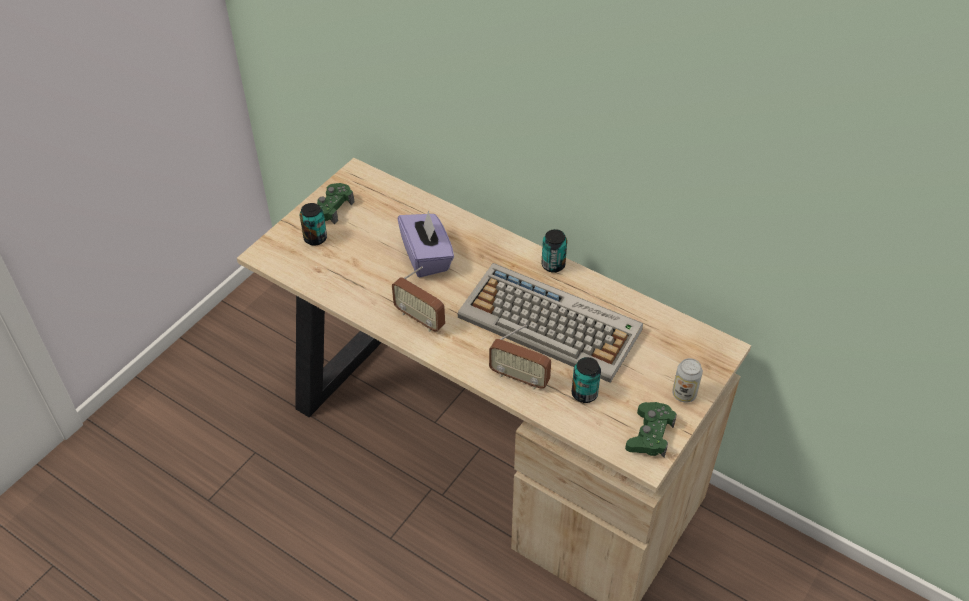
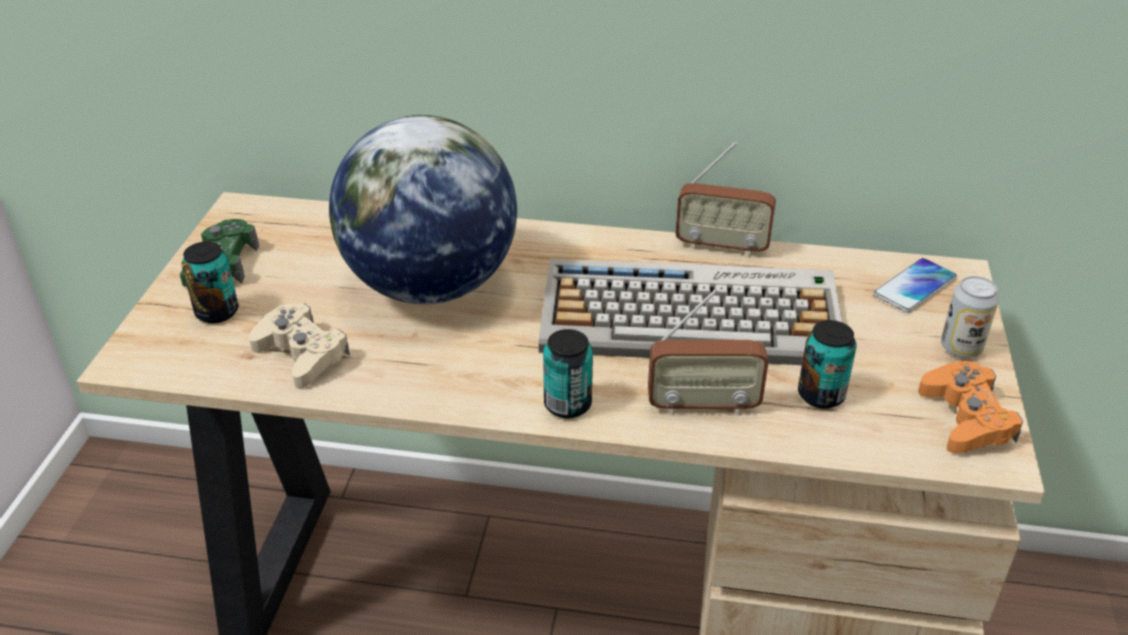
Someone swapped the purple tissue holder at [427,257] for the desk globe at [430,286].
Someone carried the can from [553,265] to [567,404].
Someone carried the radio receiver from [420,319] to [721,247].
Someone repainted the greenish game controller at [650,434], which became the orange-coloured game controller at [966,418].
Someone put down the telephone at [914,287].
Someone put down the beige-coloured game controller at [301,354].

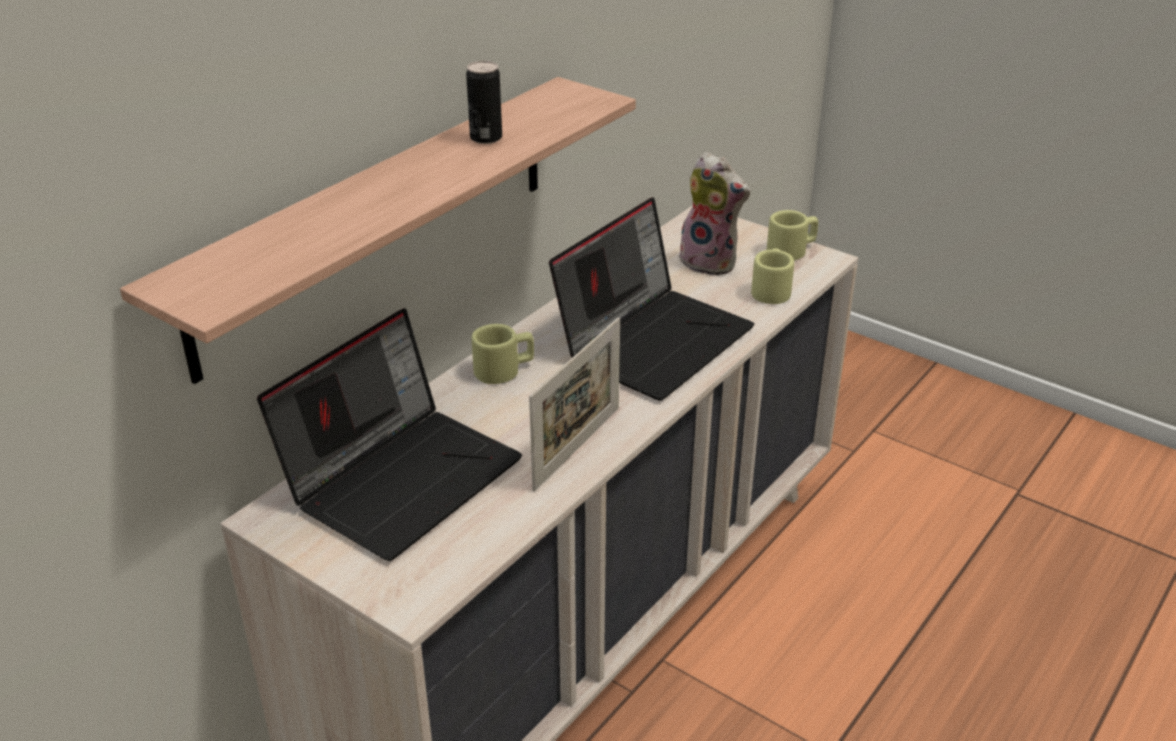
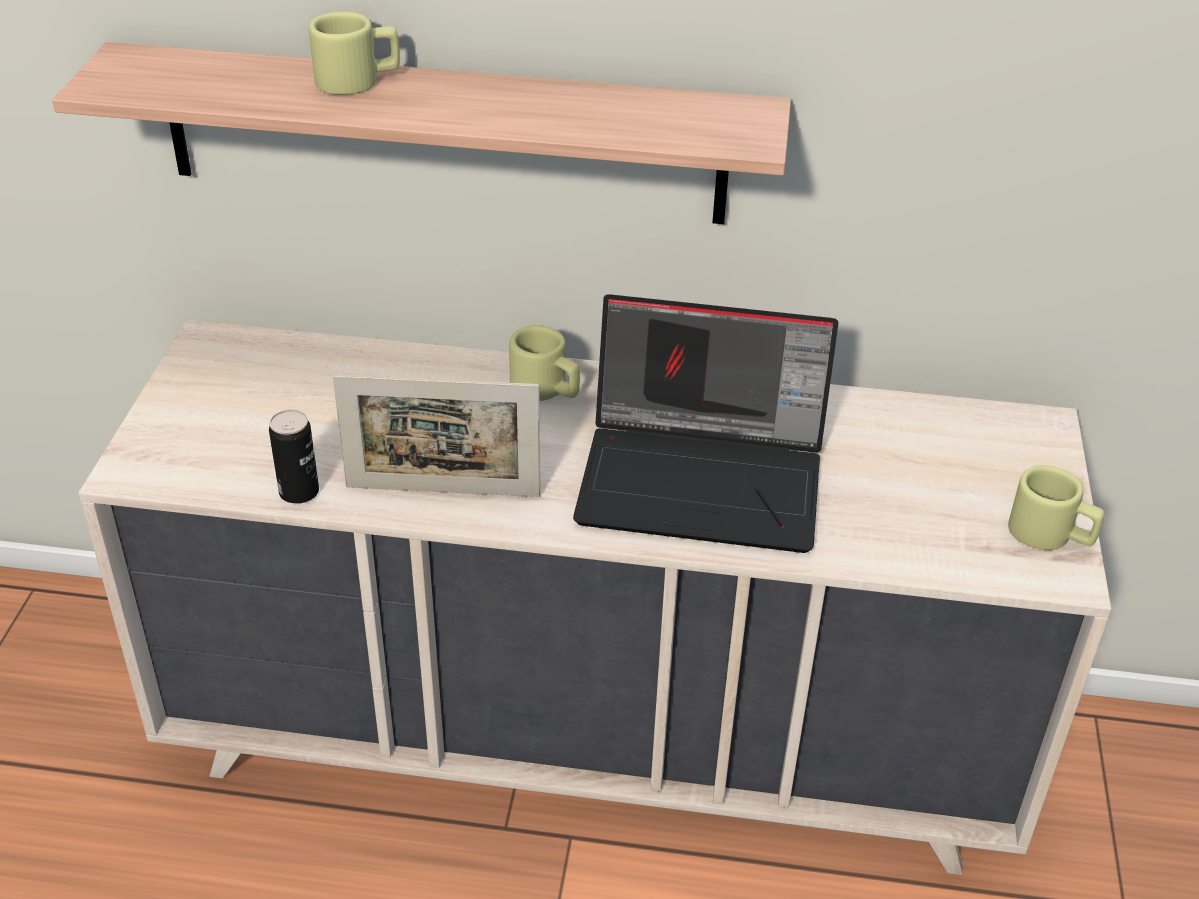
Someone carried the can from [486,138] to [299,492].
Someone took away the cuddly toy at [711,262].
Someone carried the beige-coloured mug from [771,290] to [358,80].
Someone took away the notebook computer at [402,476].

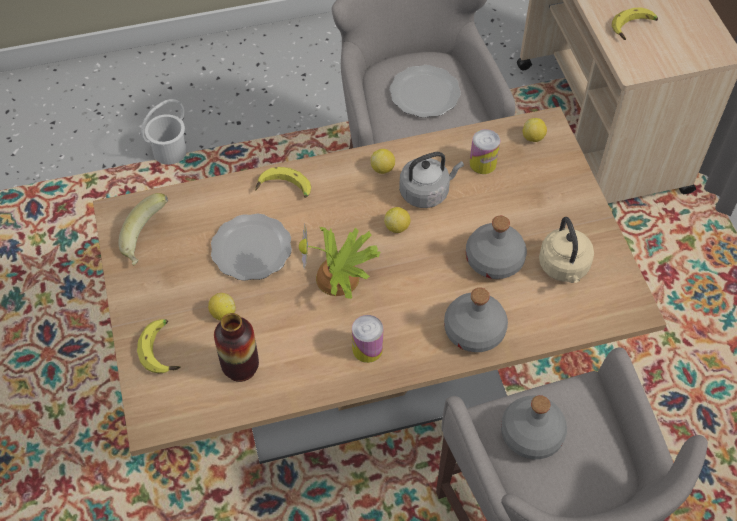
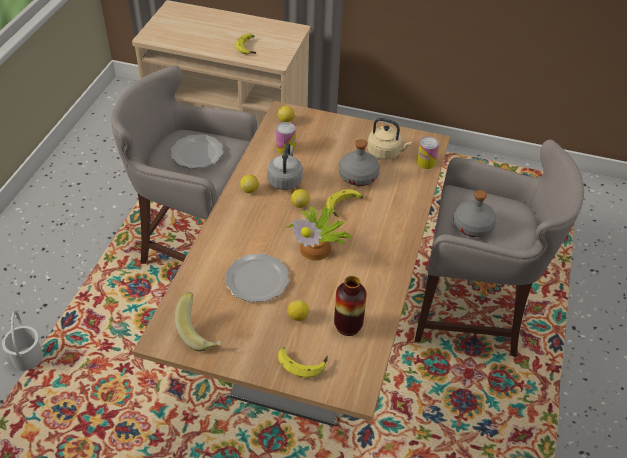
Someone carried the banana from [283,190] to [345,206].
Someone took away the grey beverage bottle at [474,331].
Someone carried the can from [367,349] to [425,162].

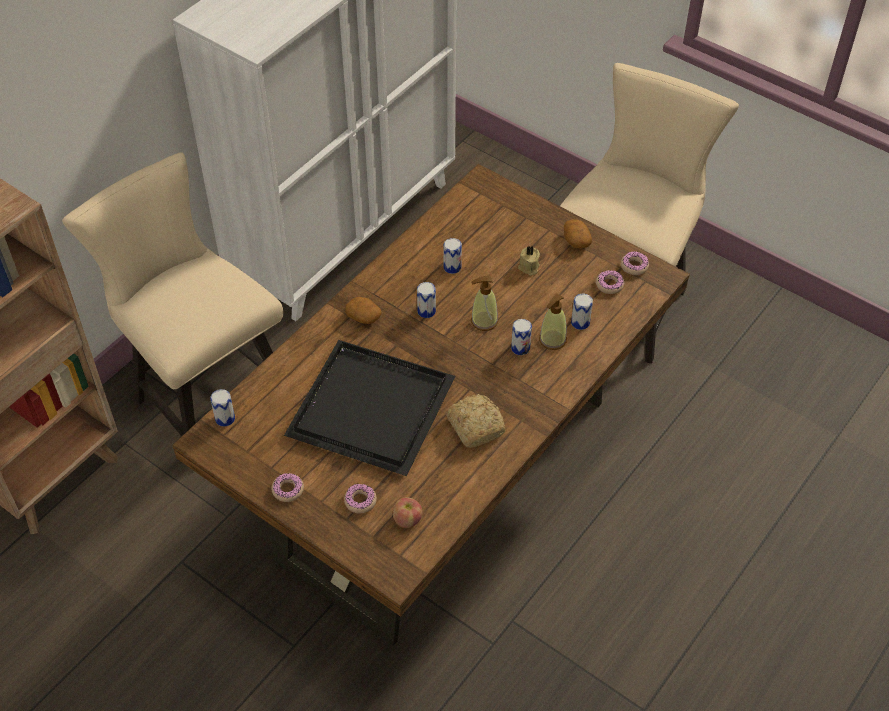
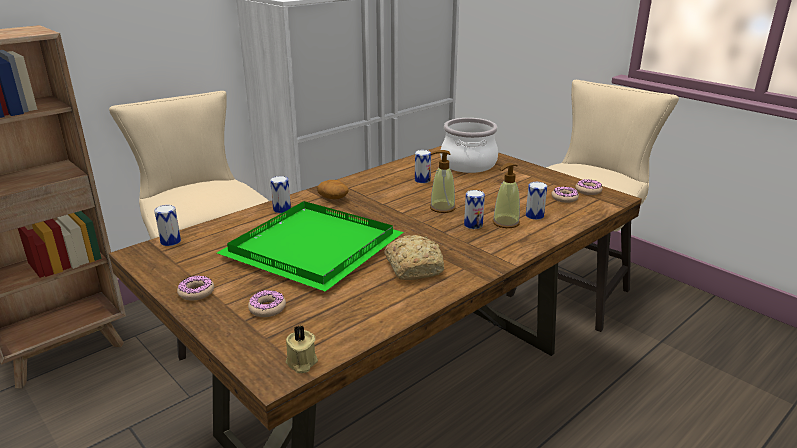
Someone took away the whole potato at [576,240].
Someone carried the beige-coloured wax light from [528,267] to [301,363].
Someone carried the can from [426,311] to [282,209].
Someone repainted the black carrying tray at [370,406], which became the greenish carrying tray at [312,246].
Someone took away the whole apple at [407,520].
Someone put down the cooking pot at [467,164].

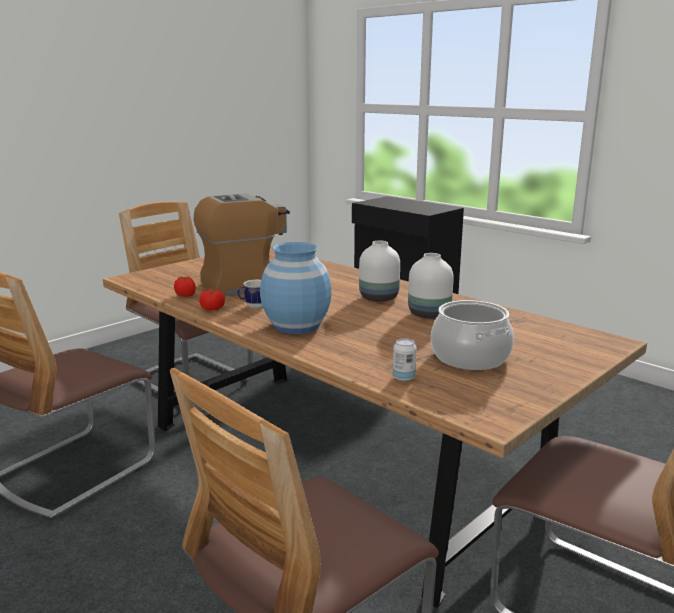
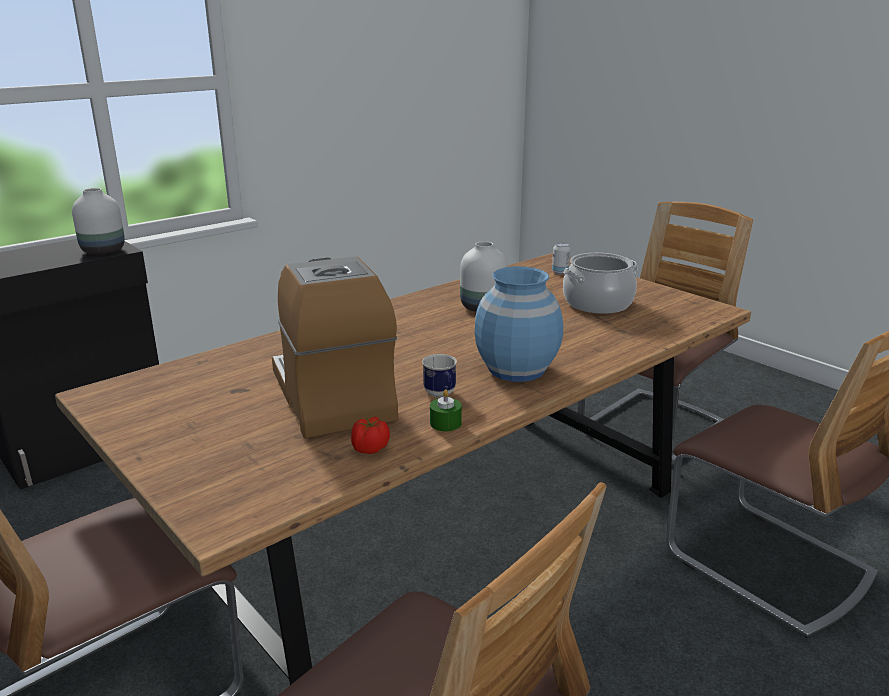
Someone carried the white-coloured vase from [377,298] to [102,251].
Someone swapped the whole tomato at [212,309] for the greenish wax light at [445,423].
Someone carried the can from [403,378] to [560,272].

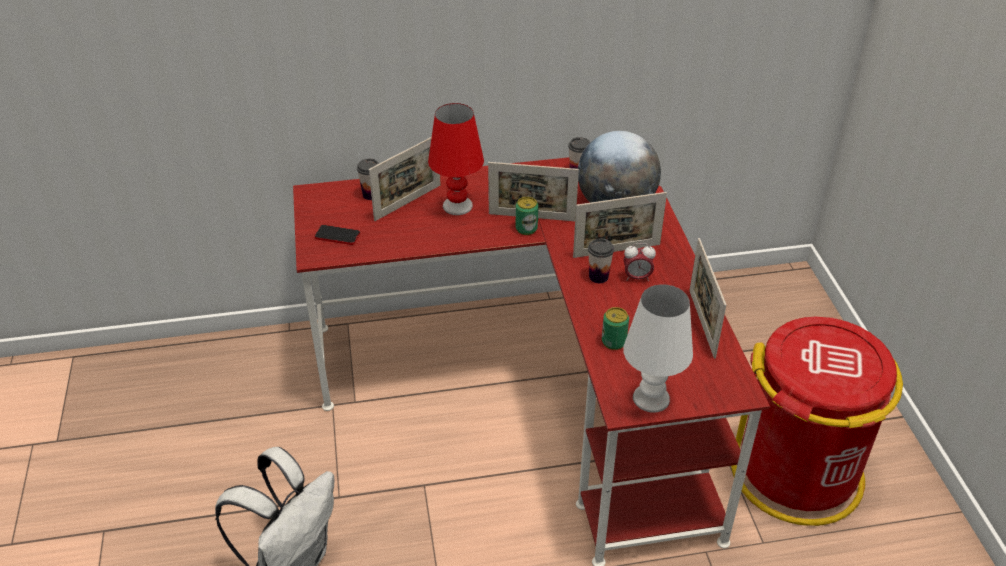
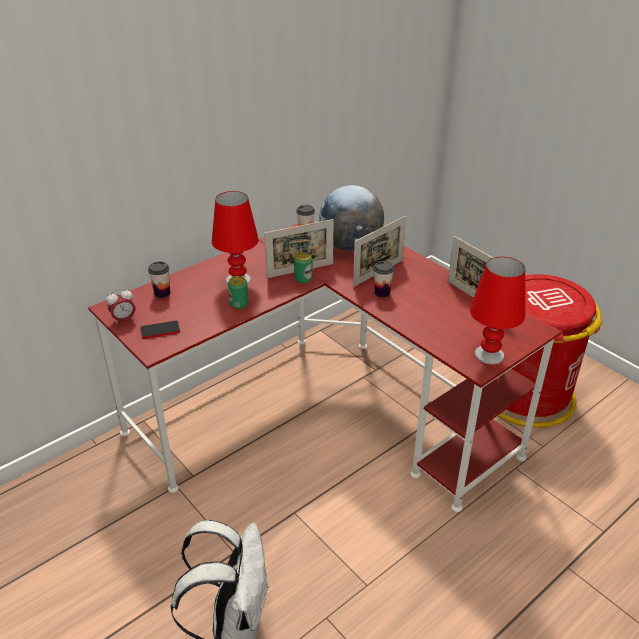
Someone took away the standing frame at [408,202].
Someone carried the table clock from [637,277] to [124,320].
Someone repainted the white-coloured lamp for a table at [651,398], which became the reddish lamp for a table at [489,354].
Someone carried the can from [613,342] to [239,304].

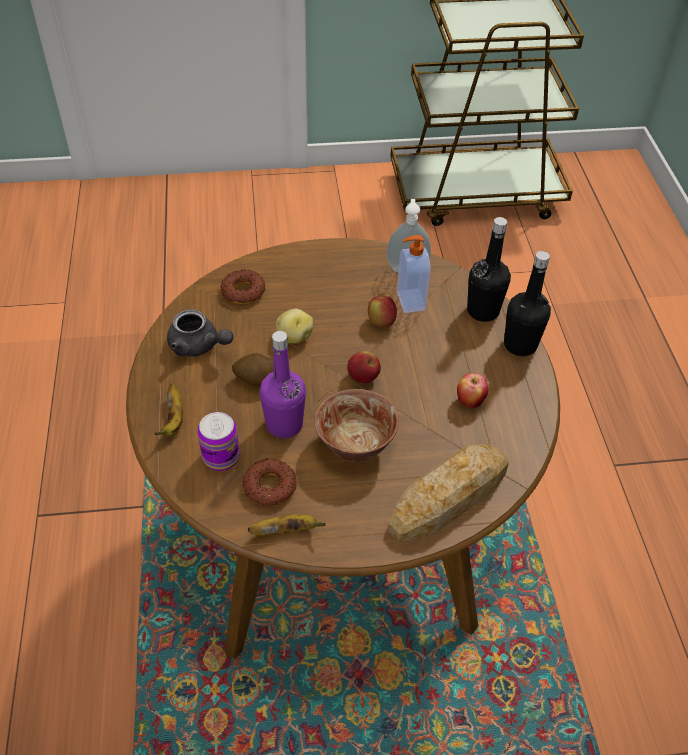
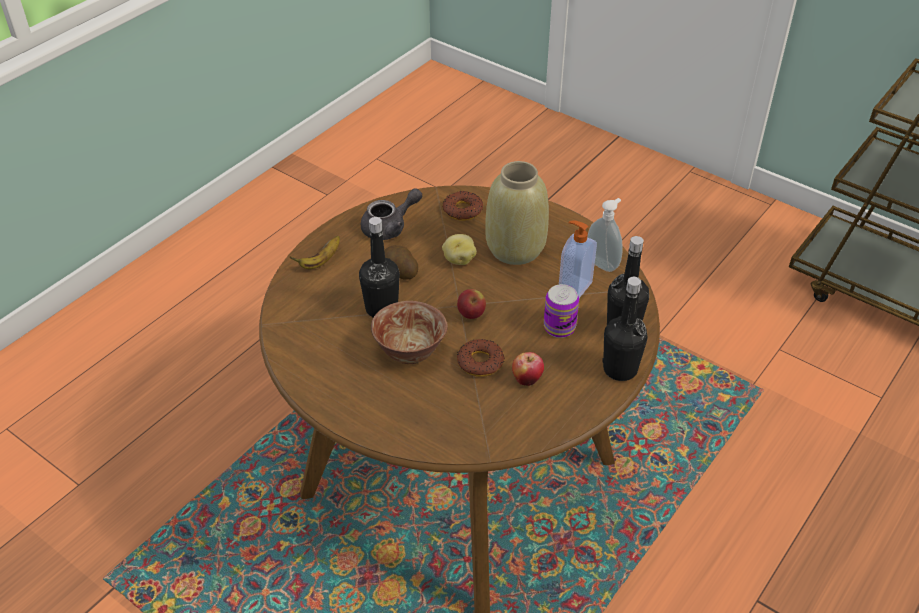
Someone took away the whole apple at [381,322].
Someone rotated the grey teapot at [198,346] by 105 degrees counterclockwise.
Someone repainted the purple beverage bottle at [284,424], which became the black beverage bottle at [381,308].
Someone carried the can from [221,457] to [559,327].
Someone took away the bread at [448,497].
Someone carried the doughnut from [270,486] to [480,362].
Someone took away the banana at [286,531].
Someone put down the beige-coloured vase at [514,248].

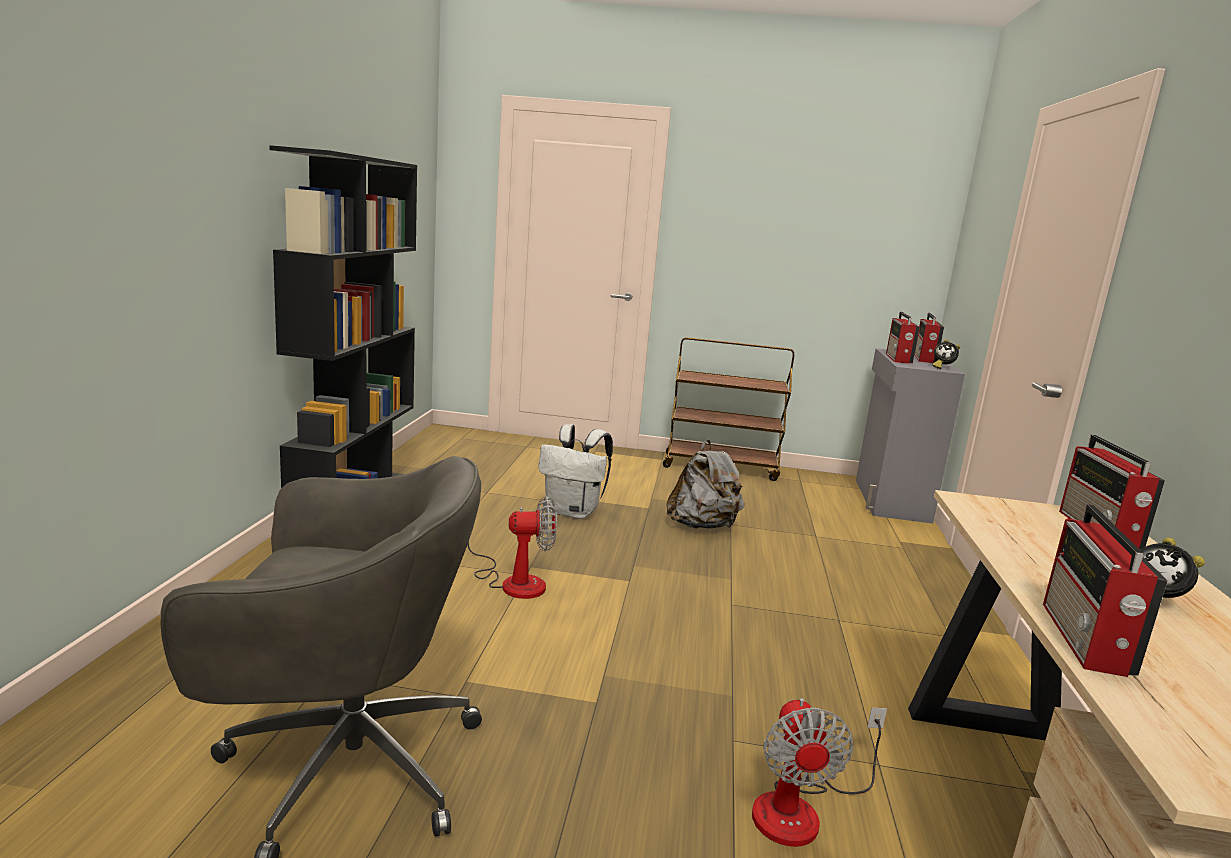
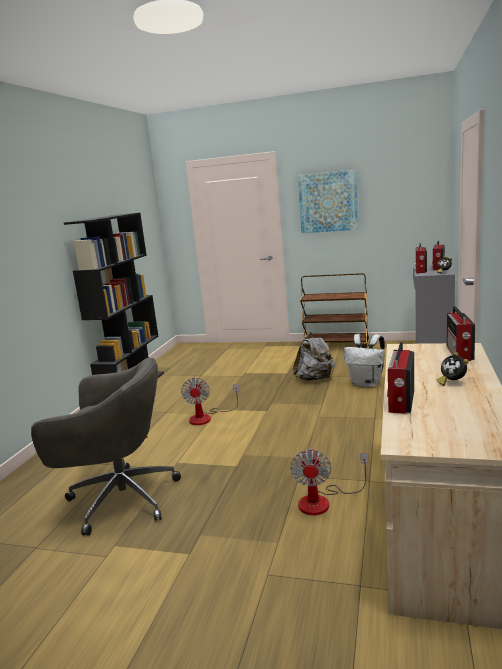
Someone carried the white-coloured knapsack from [573,512] to [367,383].
Someone rotated the fan at [512,581] by 90 degrees clockwise.
Someone put up the wall art at [328,202].

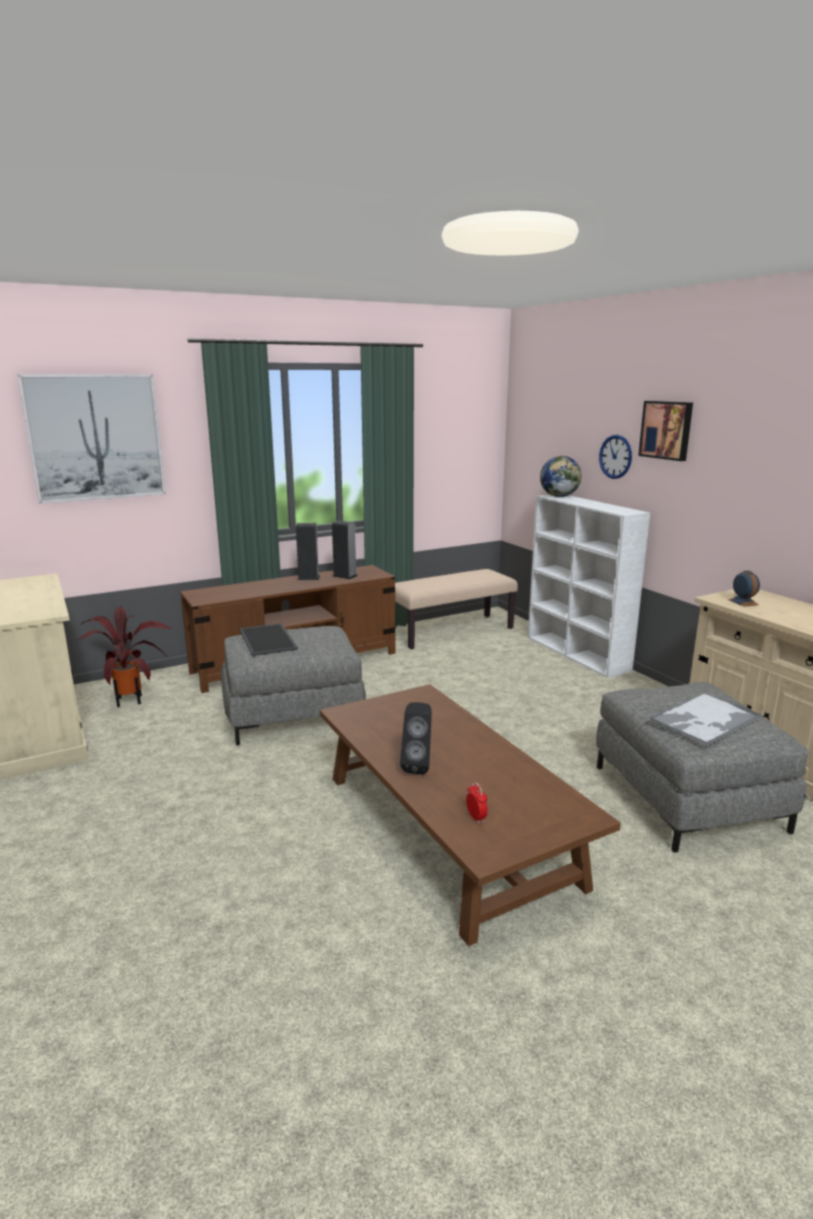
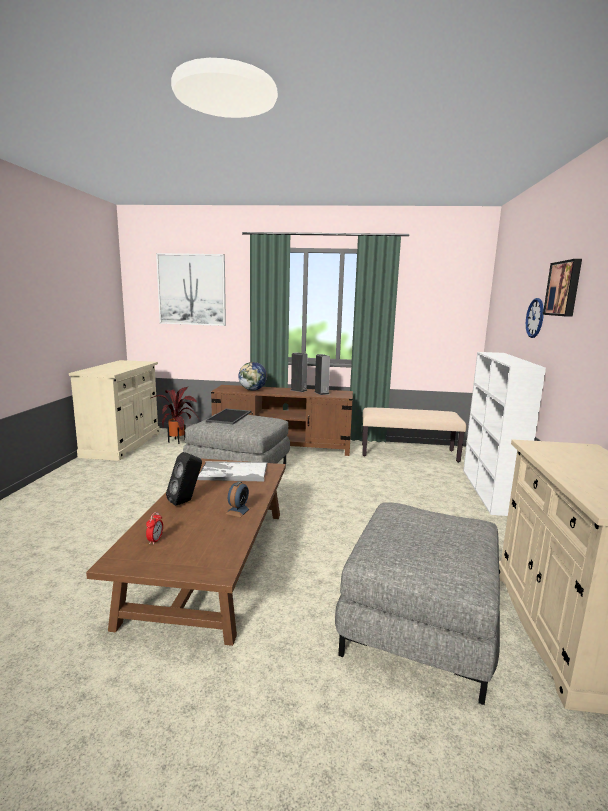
Someone carried the desk globe from [559,496] to [253,390].
Someone carried the table clock from [743,602] to [238,511].
Someone carried the carrying tray from [704,721] to [232,472].

